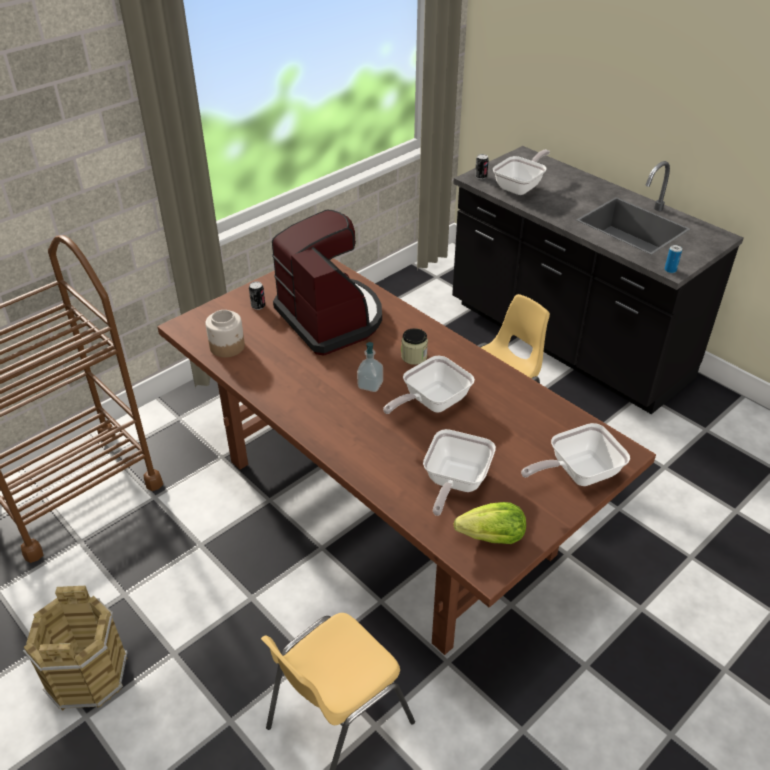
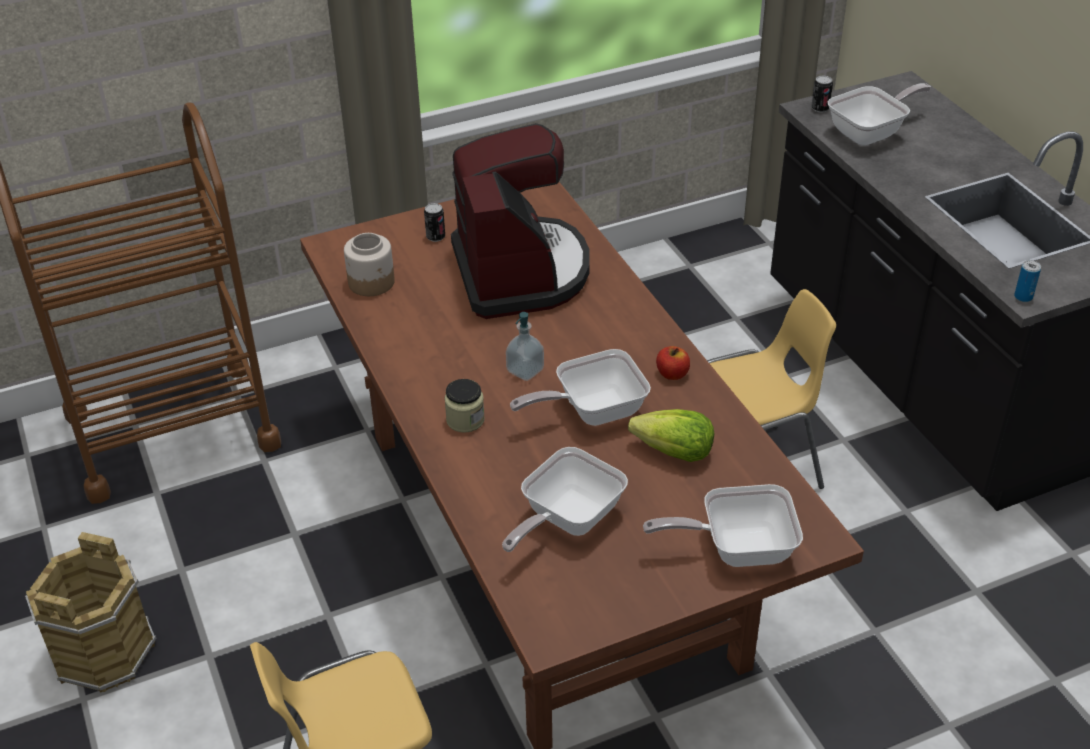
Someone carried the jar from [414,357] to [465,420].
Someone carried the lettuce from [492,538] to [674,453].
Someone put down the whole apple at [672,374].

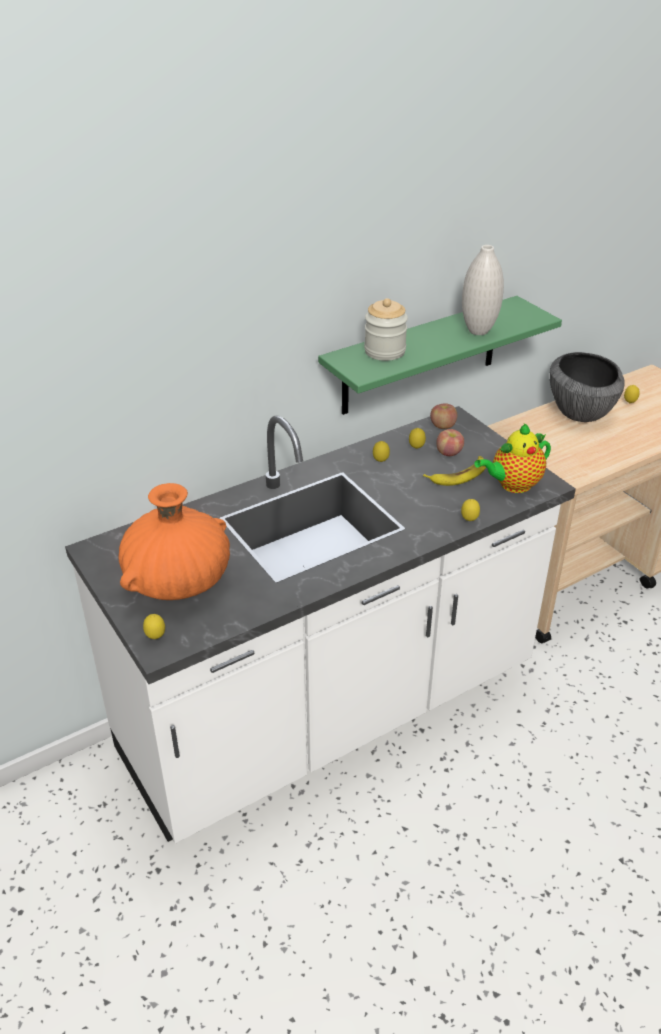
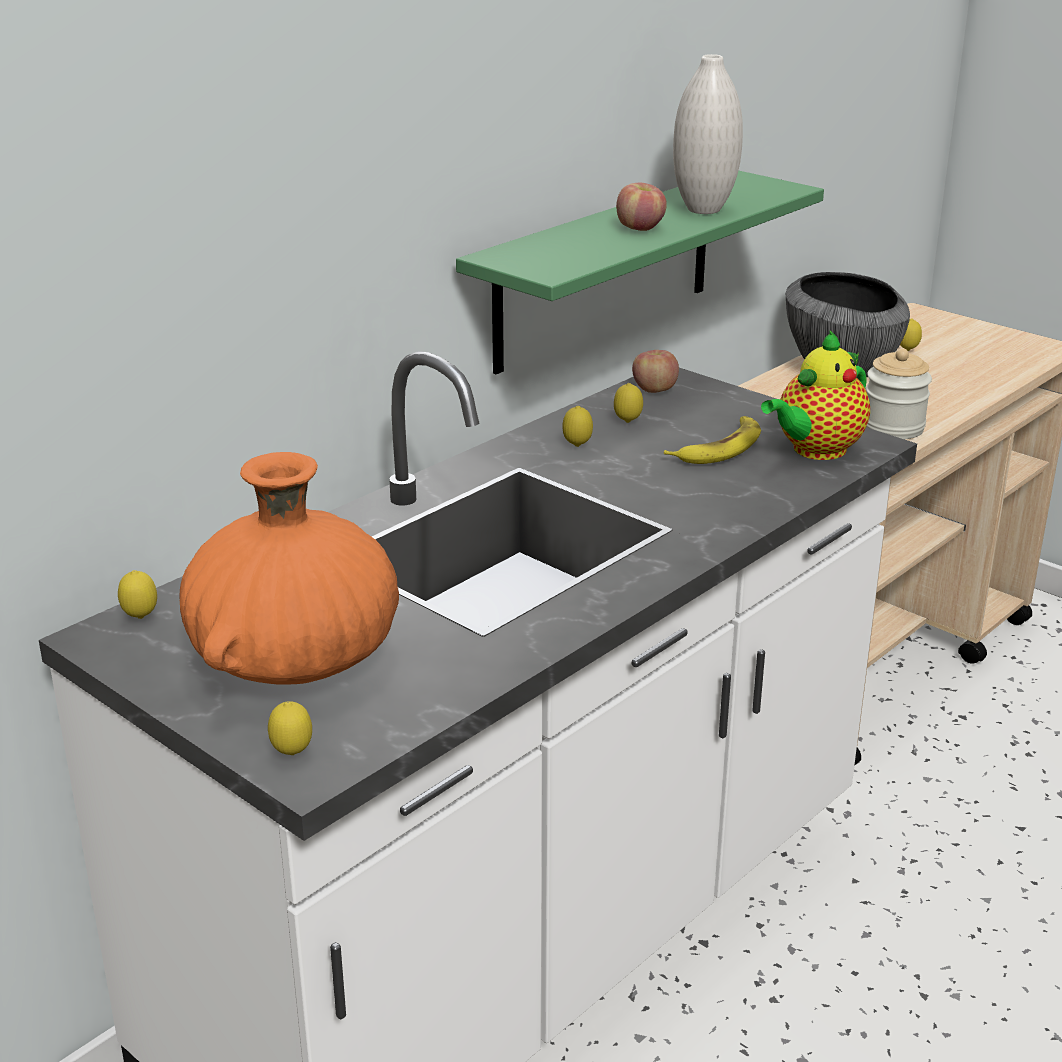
Someone carried the jar from [385,351] to [893,428].
Someone carried the whole apple from [449,453] to [640,228].
Someone carried the citrus fruit from [469,520] to [140,618].

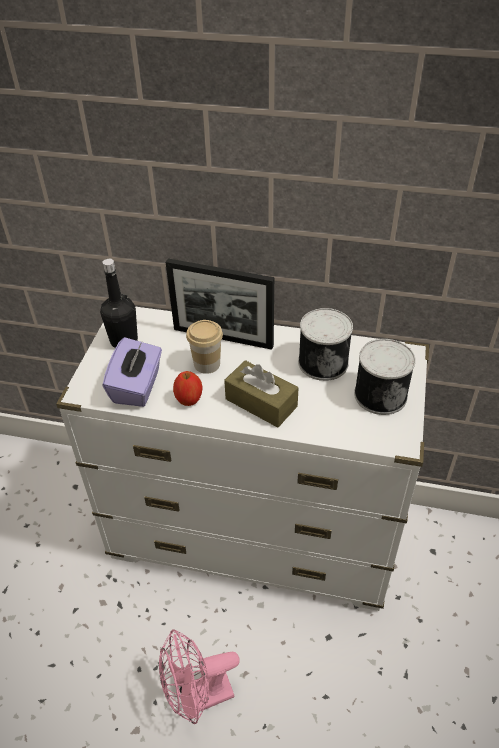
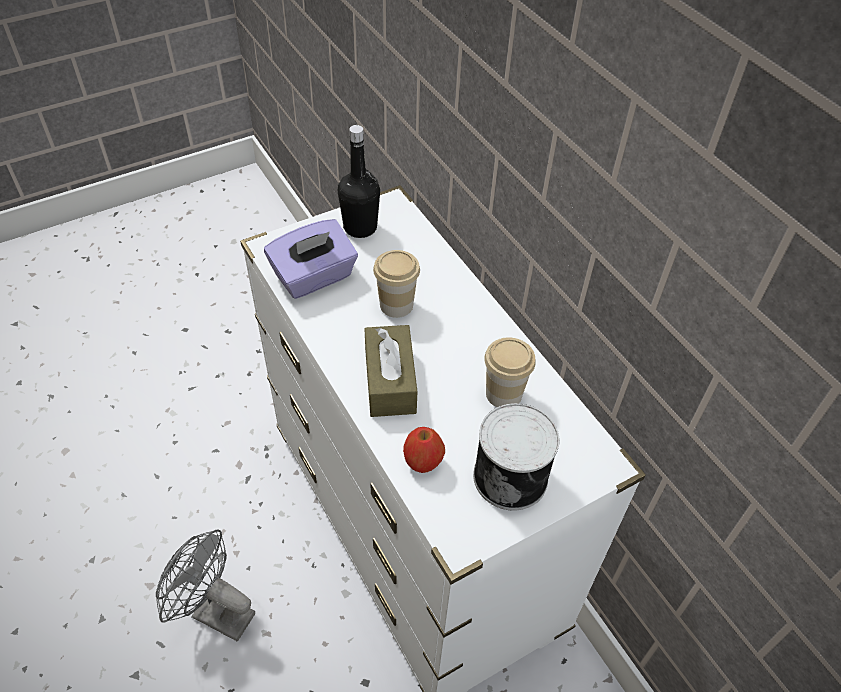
Someone took away the standing frame at [223,337].
Someone swapped the can at [323,361] for the drinking cup at [503,394].
Someone carried the whole apple from [189,399] to [423,462].
Someone repainted the pink-coloured fan at [199,697], which became the grey fan at [215,612].

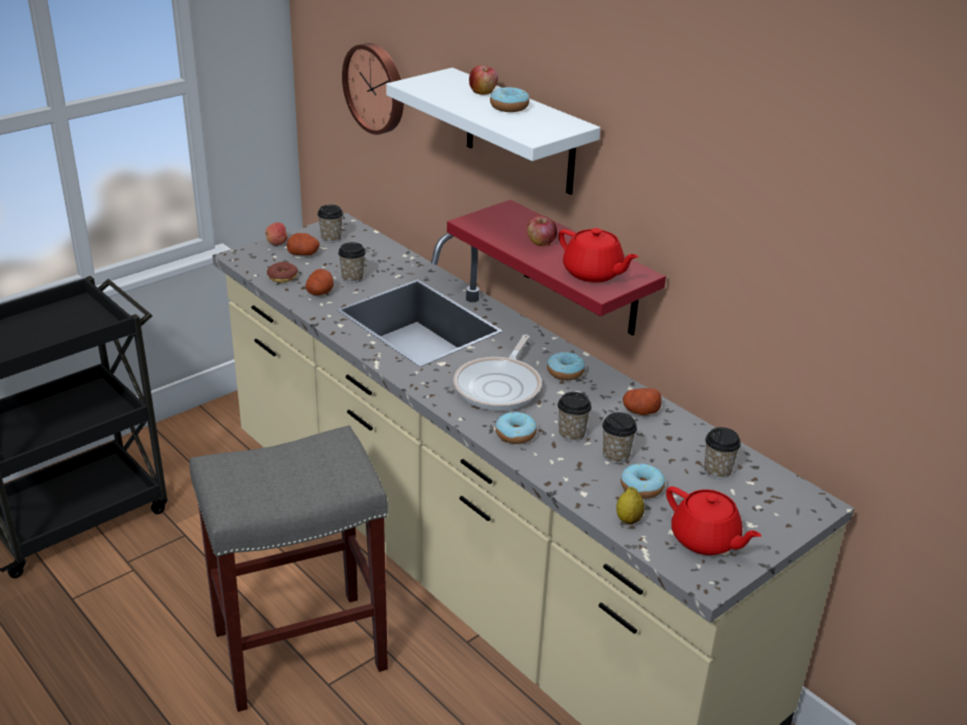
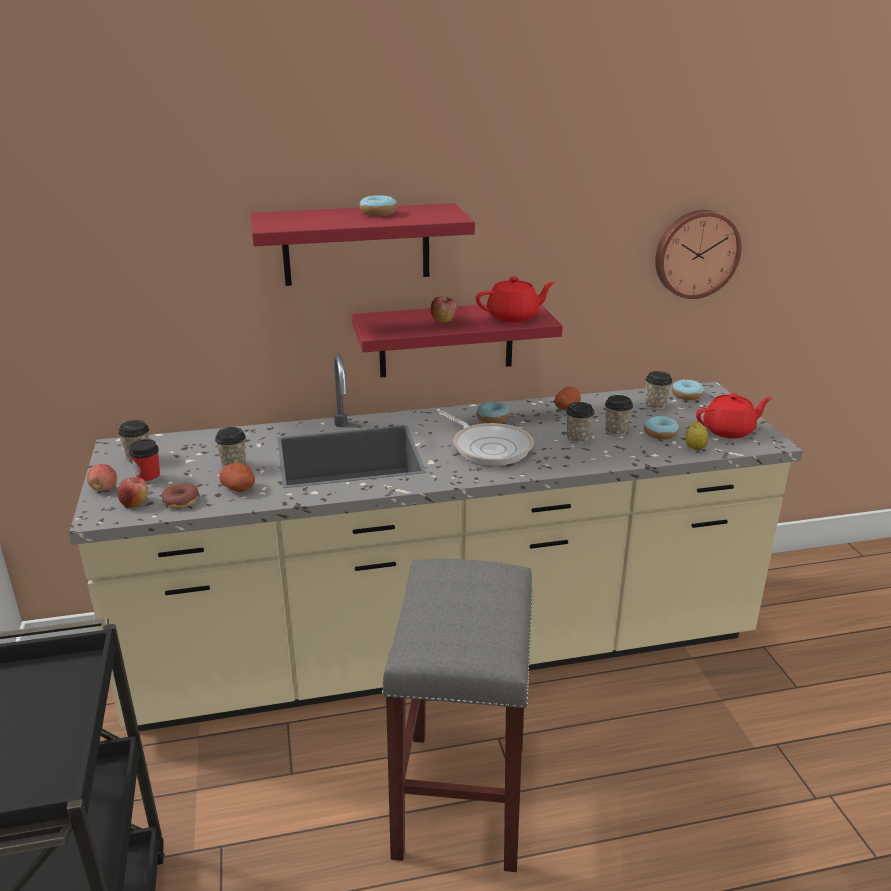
Someone carried the clock on the wall from [376,88] to [695,253].
Someone carried the whole apple from [483,92] to [135,503].
Someone repainted the white-coloured wall shelf at [520,132], which became the reddish wall shelf at [356,244].
Someone swapped the whole potato at [304,253] for the drinking cup at [149,479].
Someone carried the doughnut from [515,434] to [687,395].

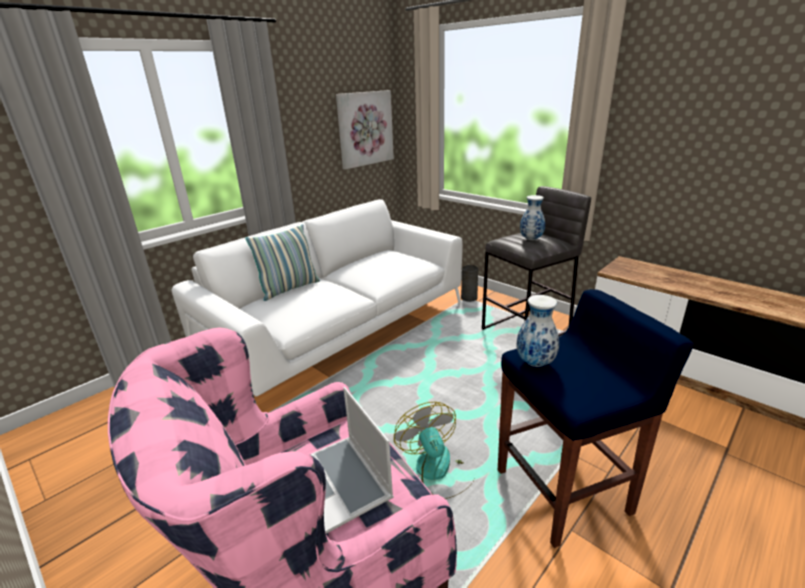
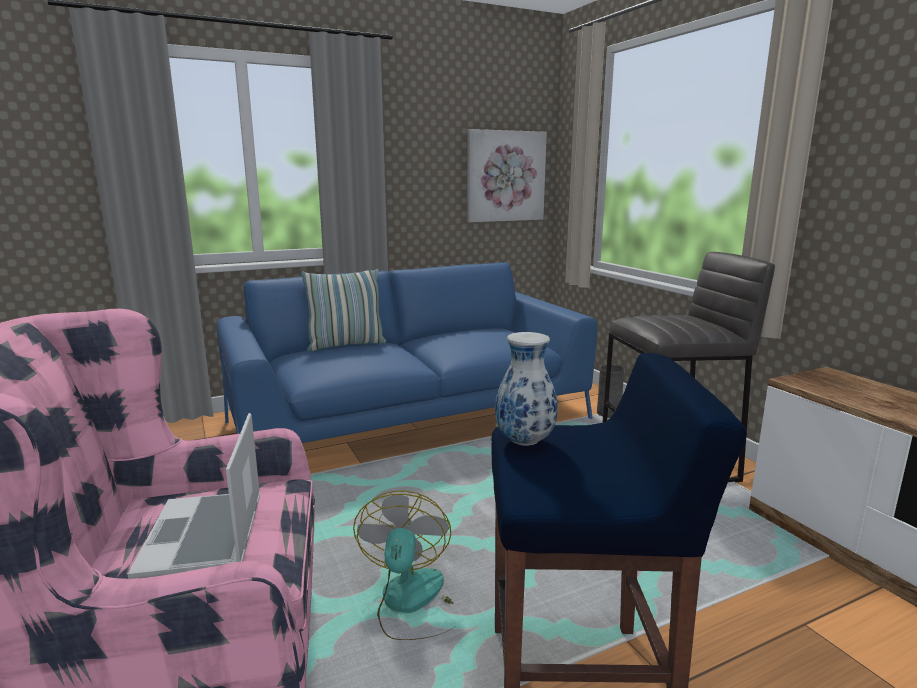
Someone took away the vase at [530,239].
Someone repainted the white-coloured settee at [340,332], which became the bluish settee at [410,420].

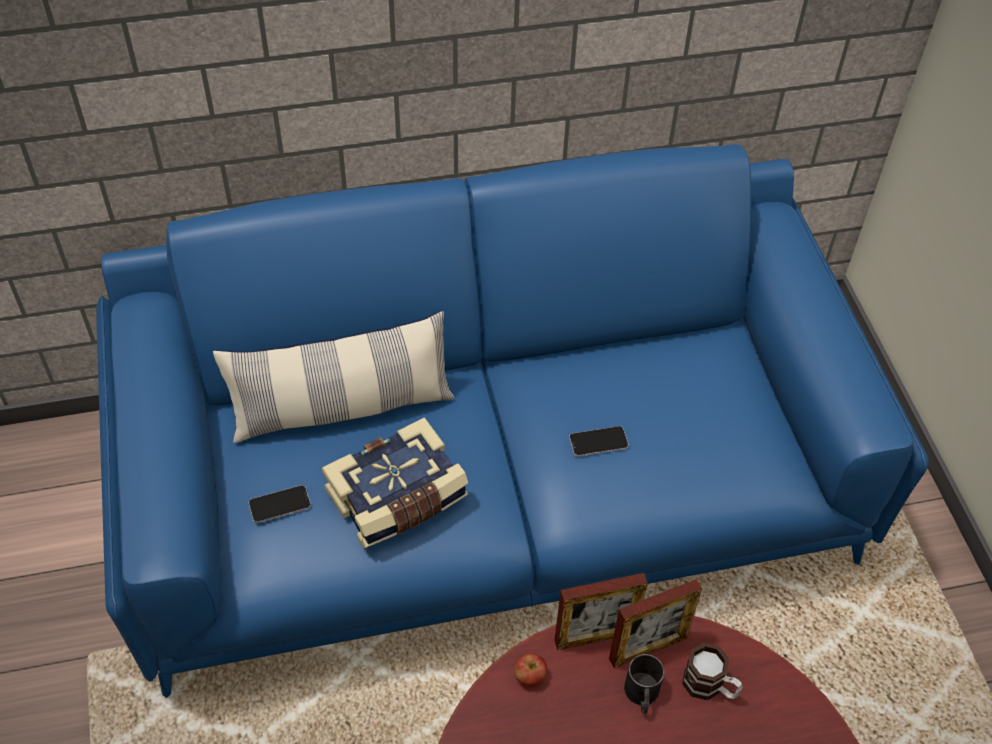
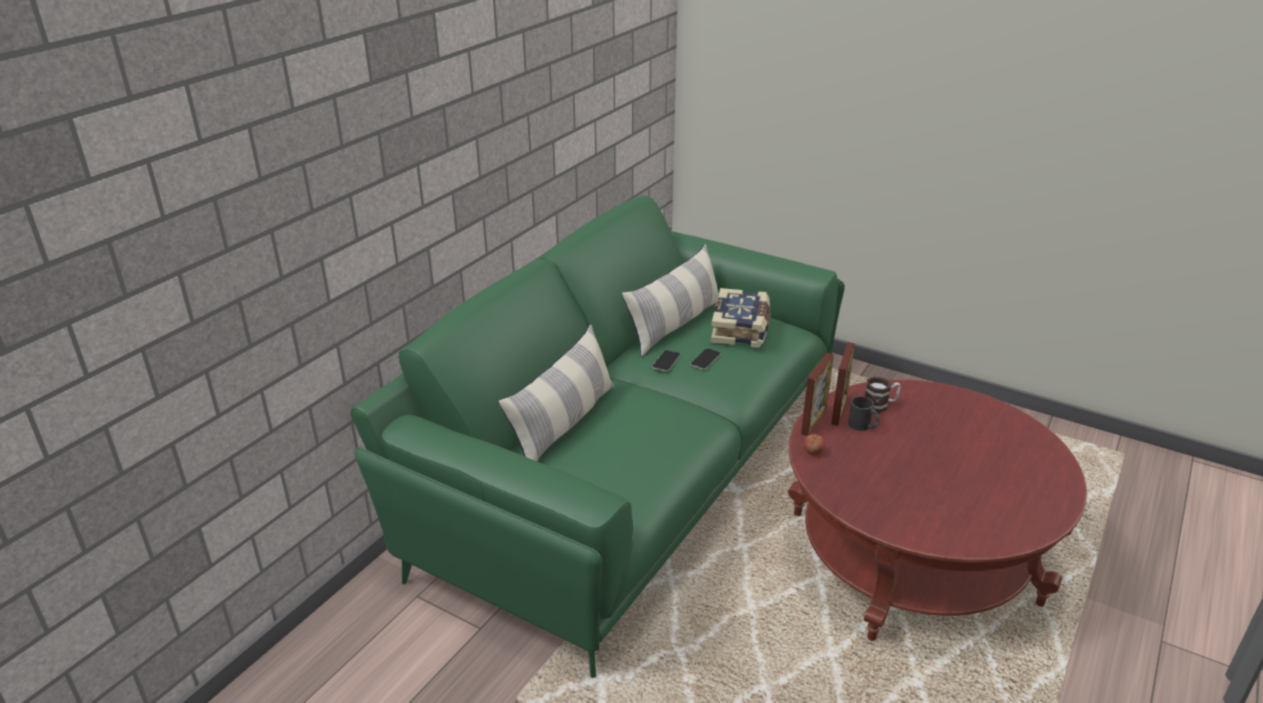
Someone repainted the bluish settee at [494,491], which became the greenish settee at [631,468].
Someone carried the bound book from [398,498] to [741,329].
Someone carried the telephone from [279,504] to [666,361].
Someone put down the throw pillow at [675,324].

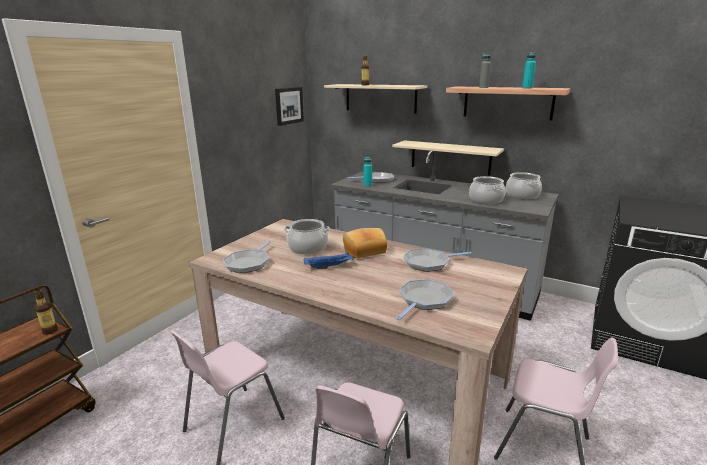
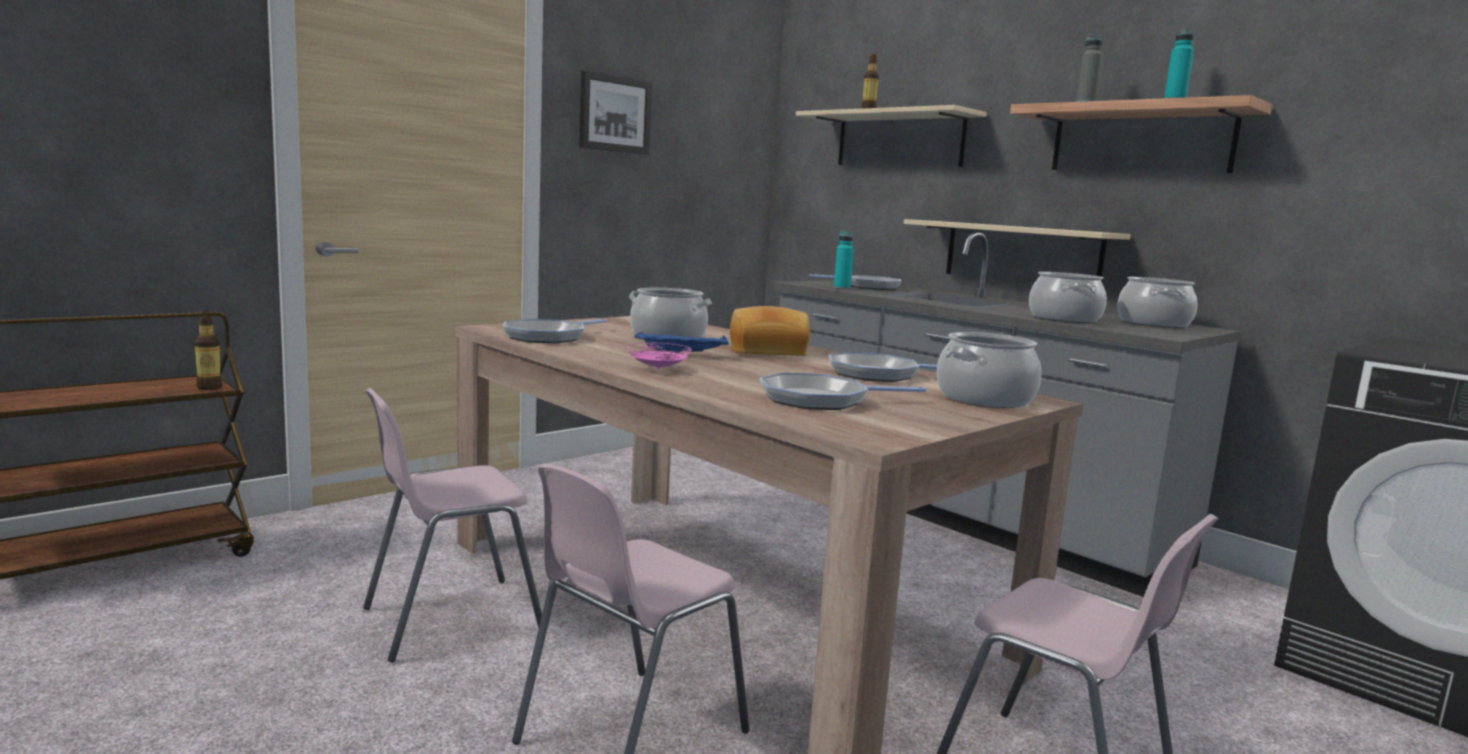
Someone carried the wall art from [288,105] to [614,114].
Someone rotated the pan at [424,300] by 150 degrees counterclockwise.
Someone put down the cooking pot at [984,399].
Someone put down the pink-coloured dinner plate at [658,369].

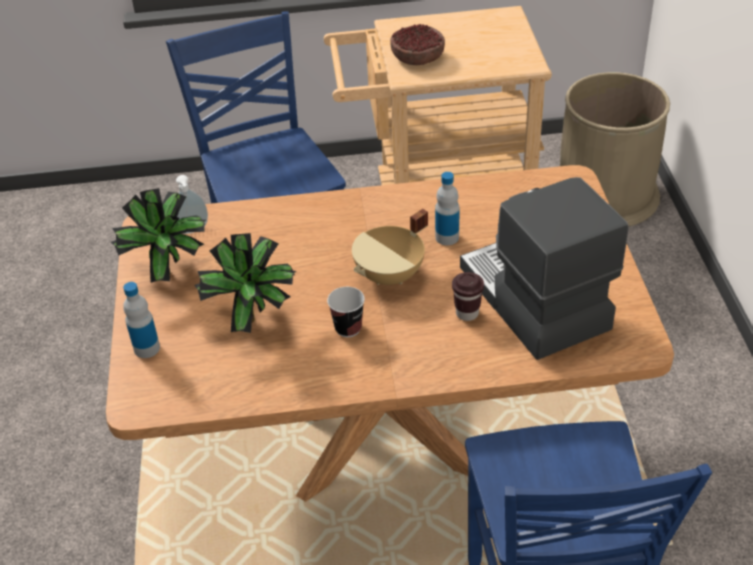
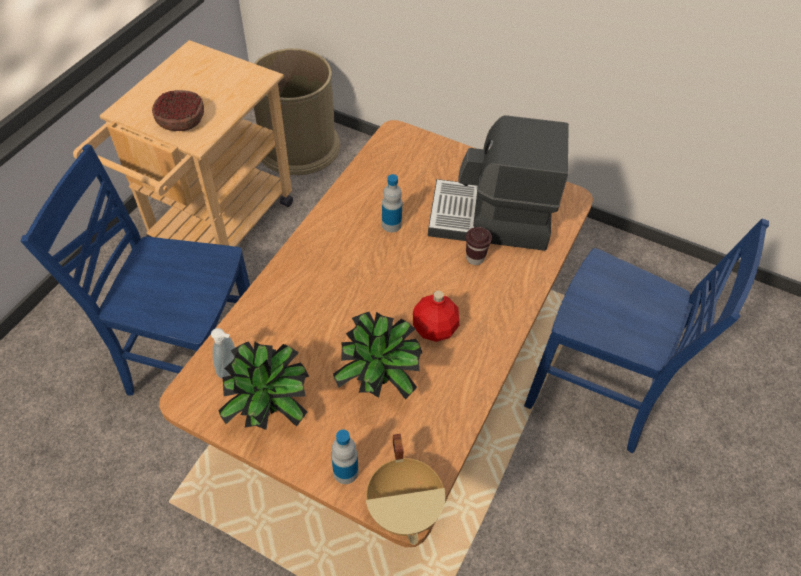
Someone carried the beige-coloured cooking pot from [391,276] to [405,508].
Someone swapped the drinking cup at [348,328] for the reddish beverage bottle at [434,329].

